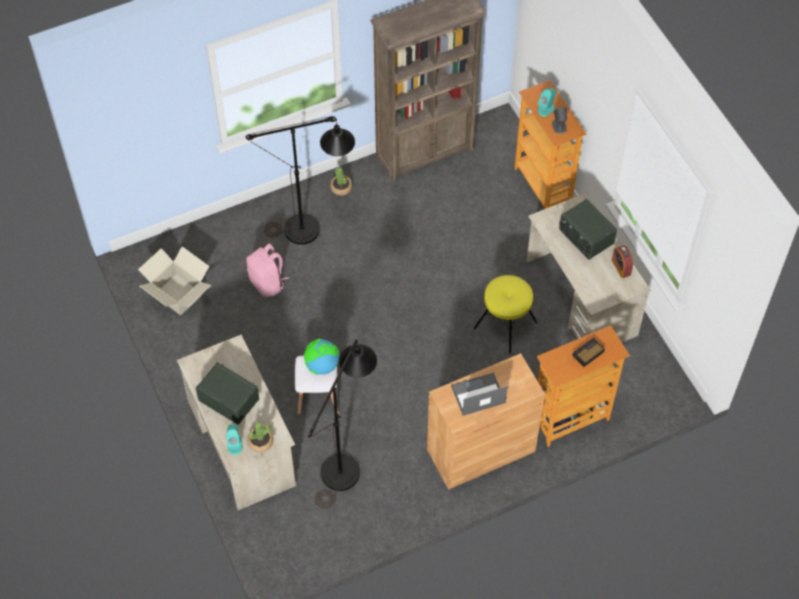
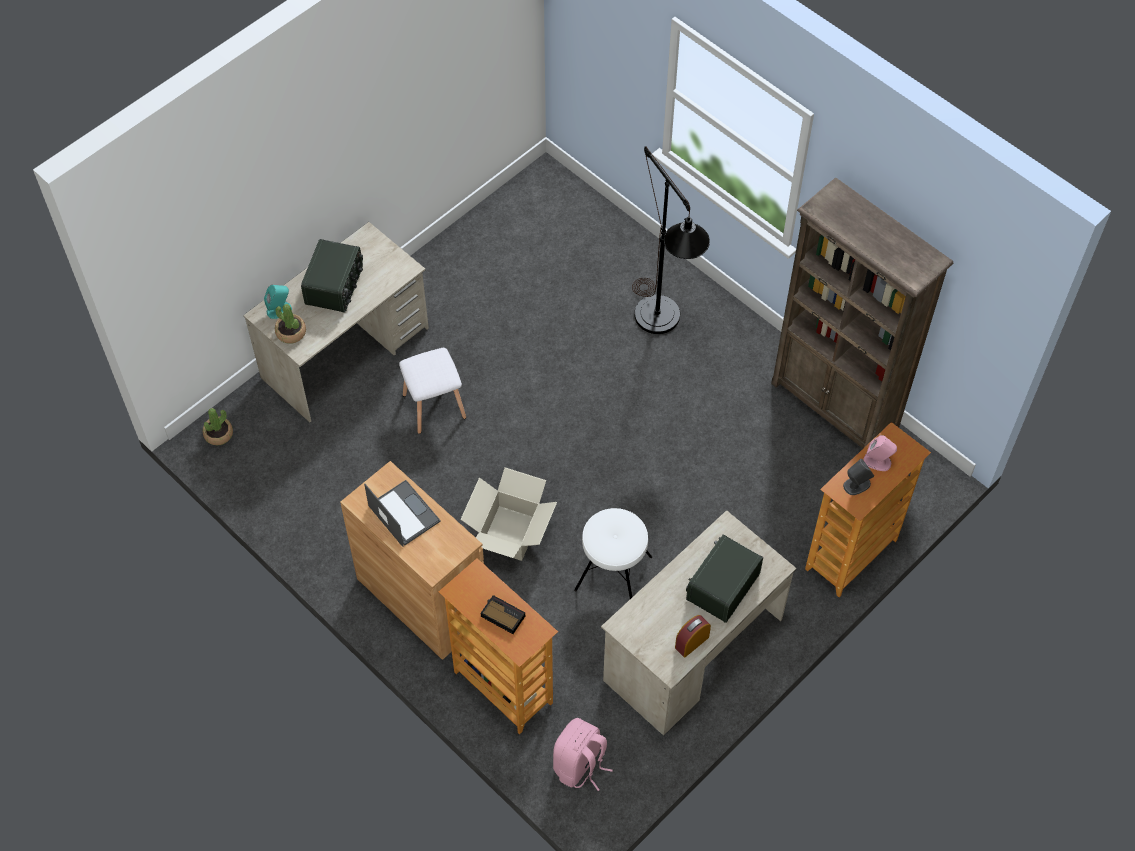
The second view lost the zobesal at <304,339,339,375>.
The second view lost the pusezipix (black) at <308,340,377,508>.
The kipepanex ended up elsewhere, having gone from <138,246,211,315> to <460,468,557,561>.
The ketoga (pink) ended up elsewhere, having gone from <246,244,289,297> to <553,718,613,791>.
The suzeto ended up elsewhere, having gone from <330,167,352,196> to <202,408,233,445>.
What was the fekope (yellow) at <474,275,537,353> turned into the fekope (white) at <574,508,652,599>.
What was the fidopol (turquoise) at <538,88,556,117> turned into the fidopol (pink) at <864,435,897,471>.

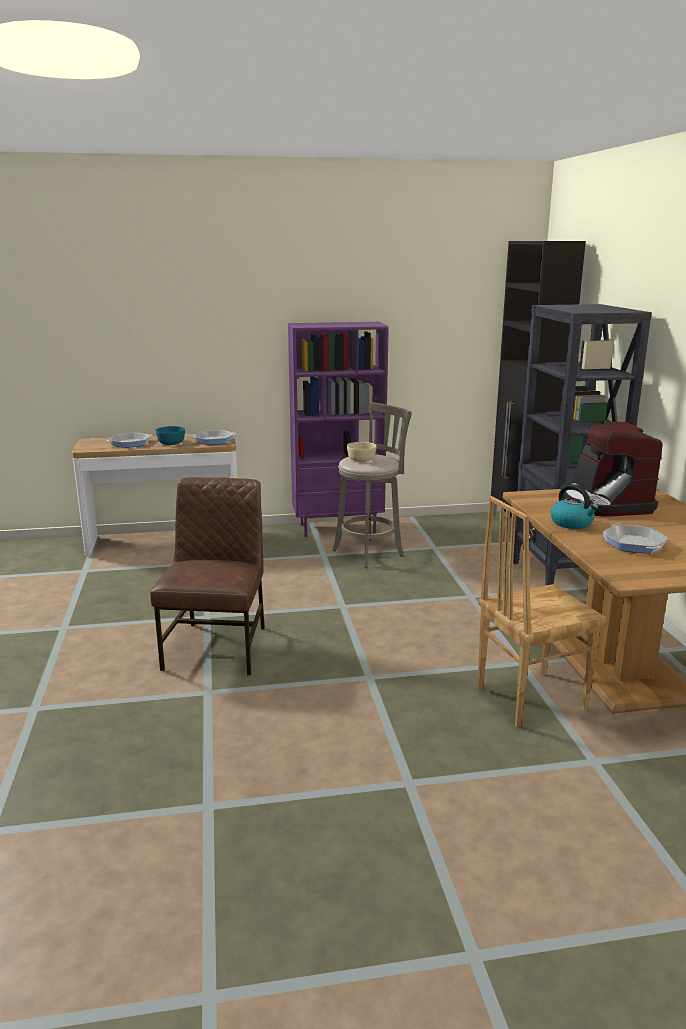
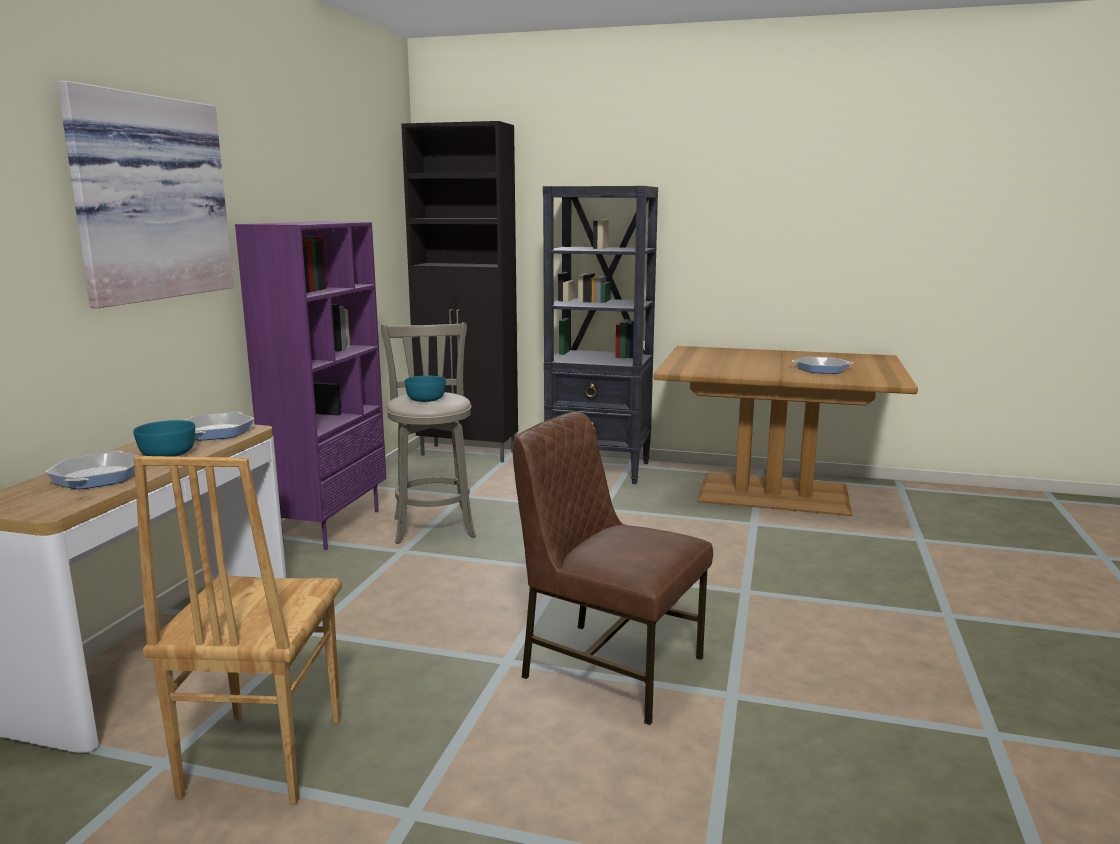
The second view lost the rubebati at <551,484,599,529>.
The second view lost the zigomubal at <560,421,663,517>.
The second view gained the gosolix at <57,81,234,308>.
The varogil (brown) ended up elsewhere, having gone from <477,496,609,727> to <133,456,342,805>.
What was the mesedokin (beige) at <347,442,377,462> turned into the mesedokin (turquoise) at <404,376,446,402>.

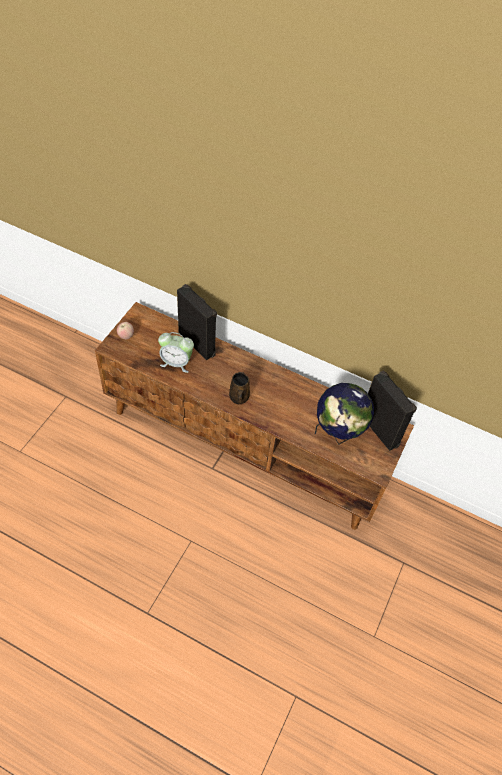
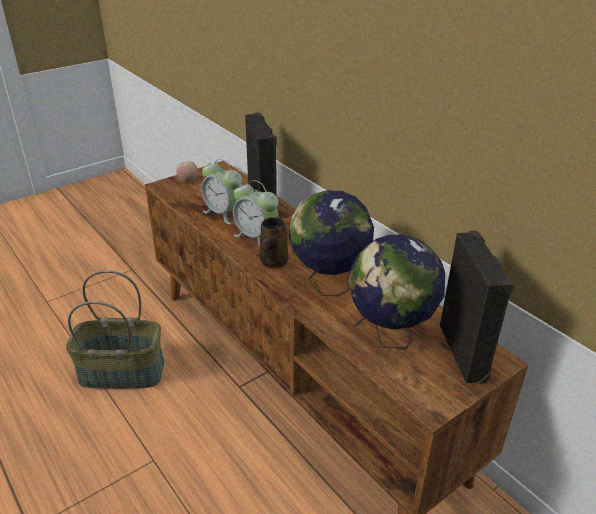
The second view gained the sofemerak at <66,270,165,389>.
The second view gained the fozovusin at <233,180,278,247>.
The second view gained the zobesal at <289,190,374,296>.

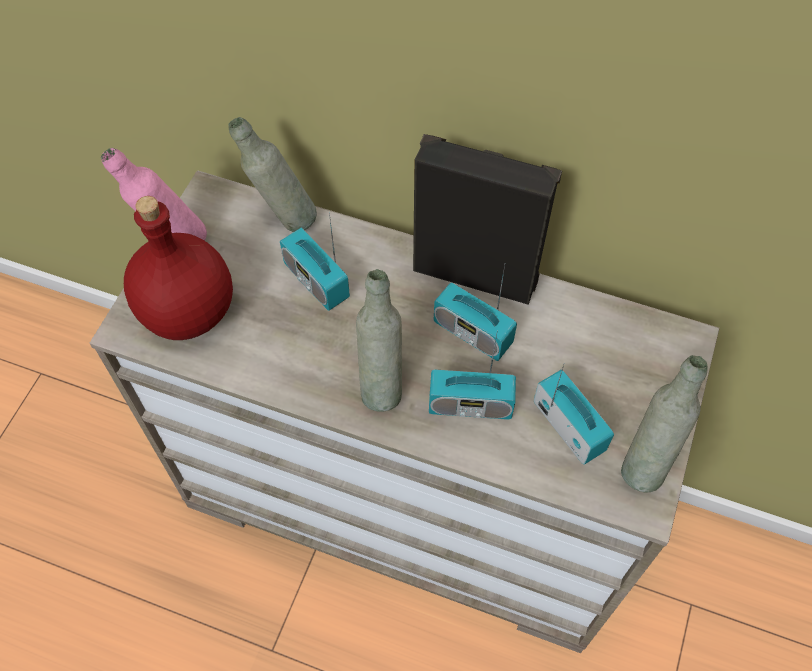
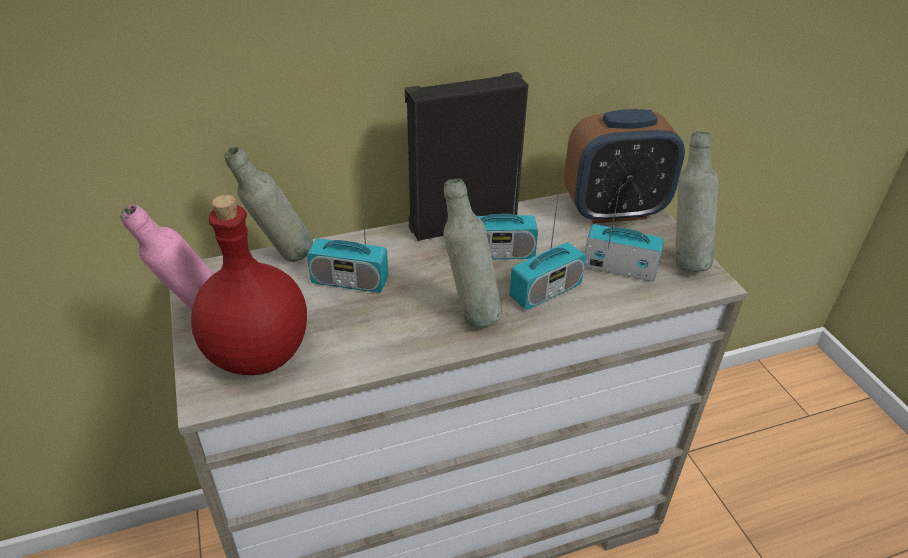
The second view gained the fozovusin at <564,109,685,224>.

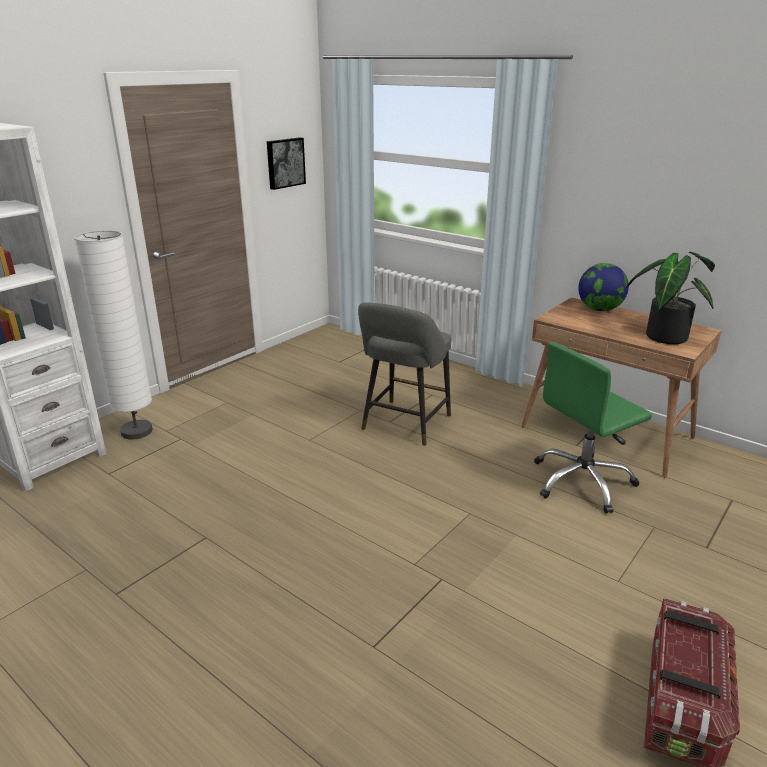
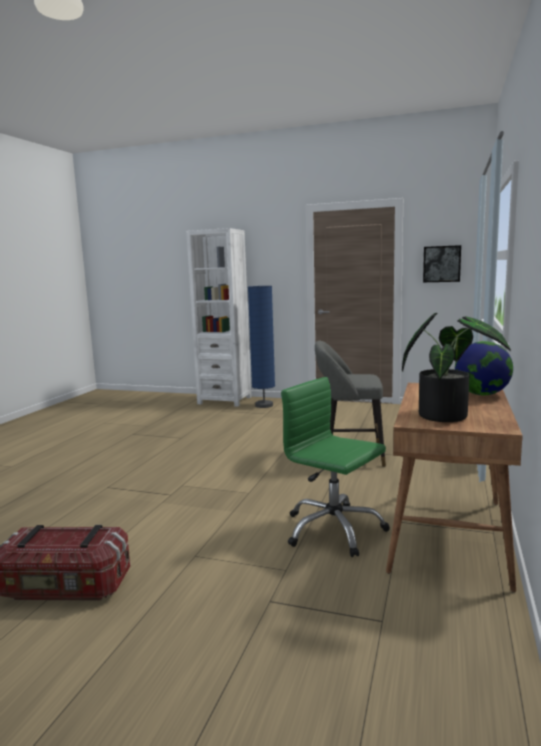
What was the pusezipix (white) at <74,230,152,440> turned into the pusezipix (blue) at <248,286,275,408>.

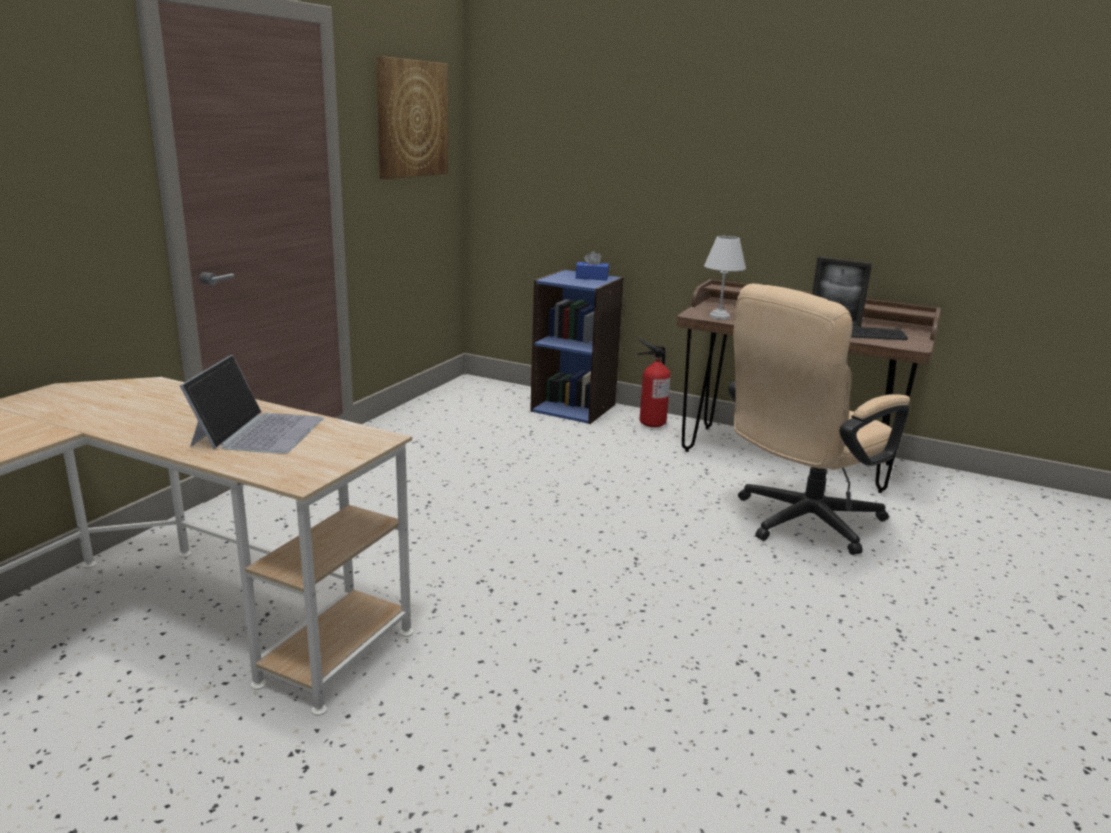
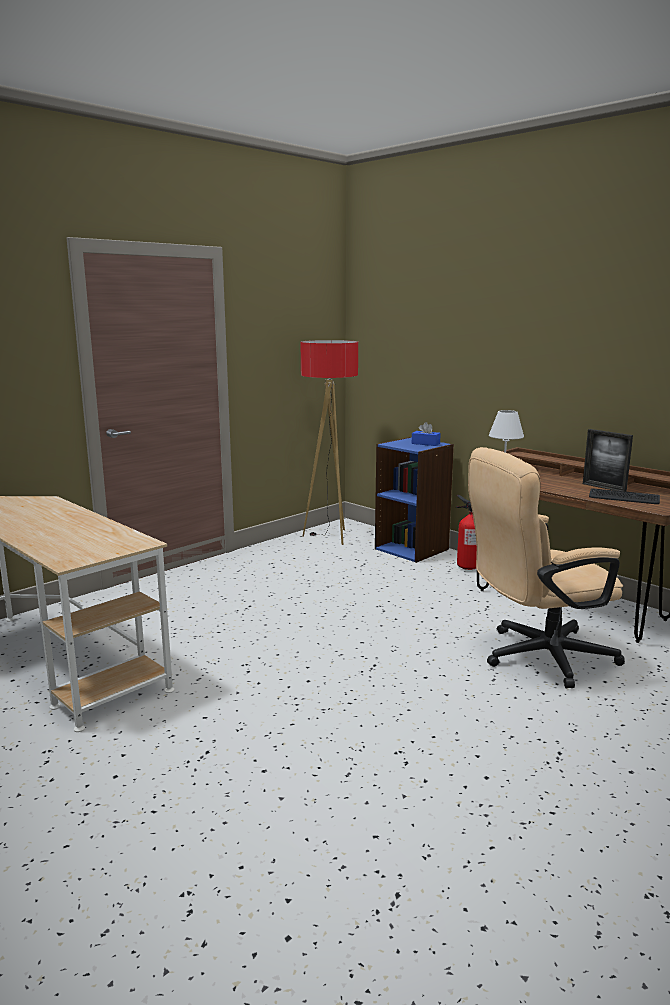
The second view lost the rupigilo at <180,354,324,454>.
The second view lost the gosolix at <376,56,448,179>.
The second view gained the pusezipix at <300,340,358,545>.

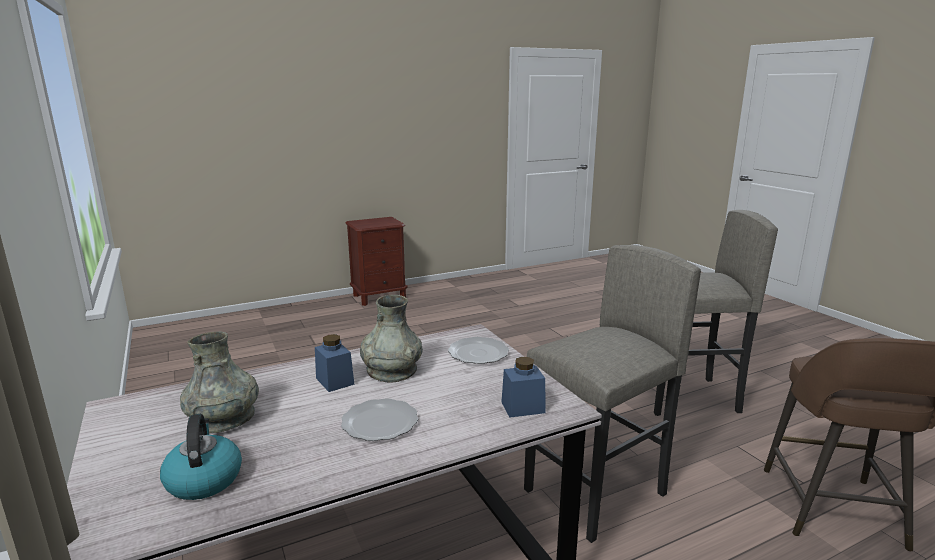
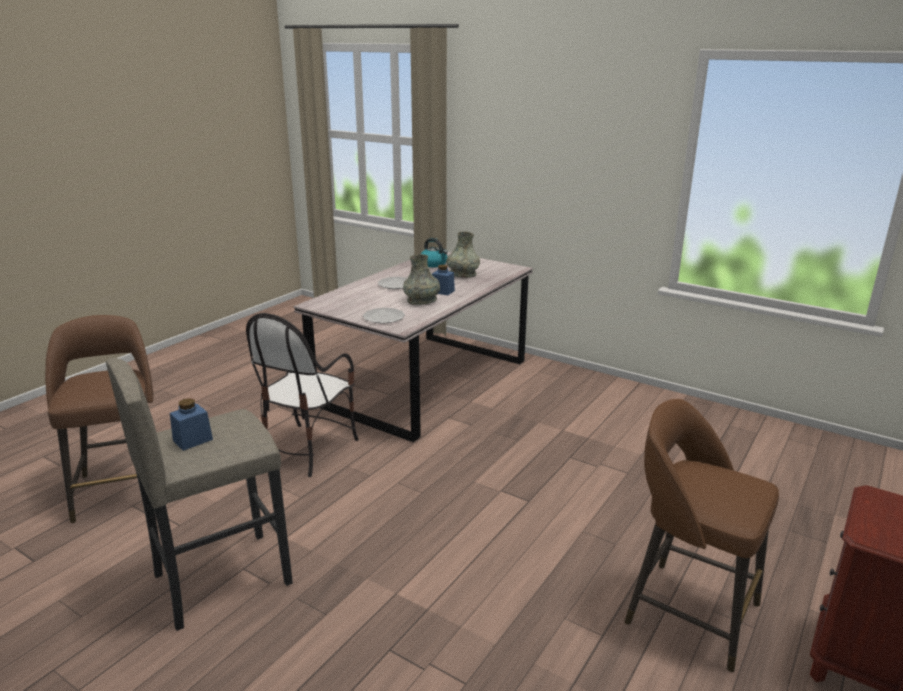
The second view gained the fekope (brown) at <624,399,779,672>.
The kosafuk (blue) ended up elsewhere, having gone from <501,357,545,418> to <170,398,213,451>.
Where the fekope (grey) stood at <524,245,701,543>, the varogil came to stand at <246,313,359,477>.

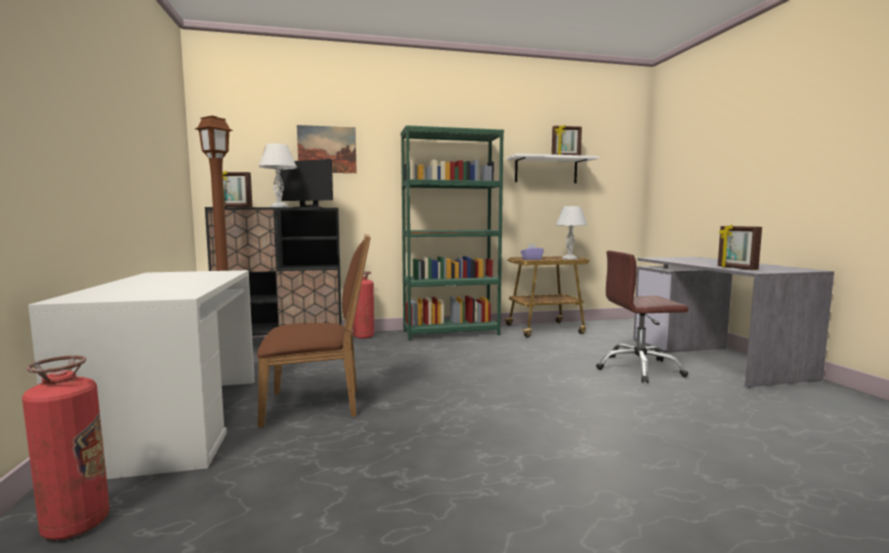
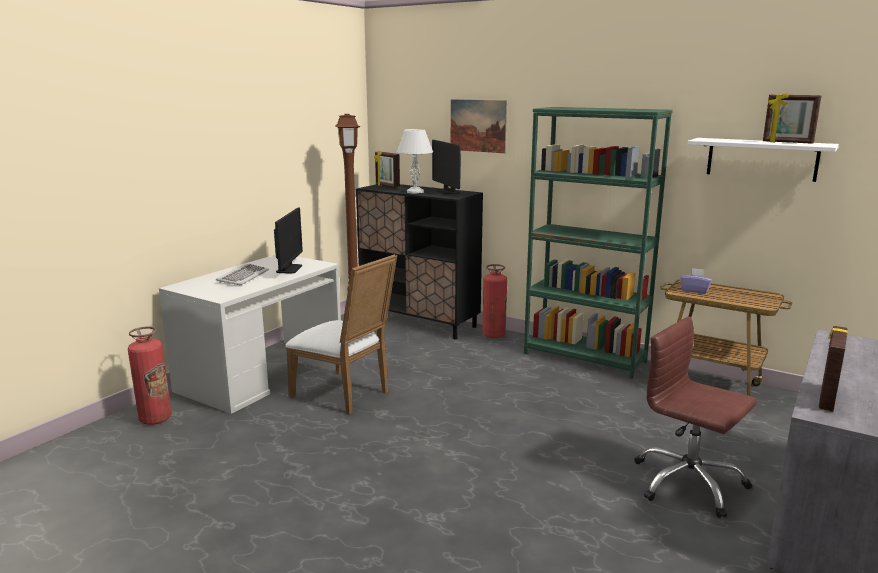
The second view lost the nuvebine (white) at <556,206,588,260>.
The second view gained the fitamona at <216,264,269,285>.
The second view gained the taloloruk at <274,208,303,273>.
What was the varogil (brown) at <257,234,371,428> turned into the varogil (white) at <286,254,397,415>.

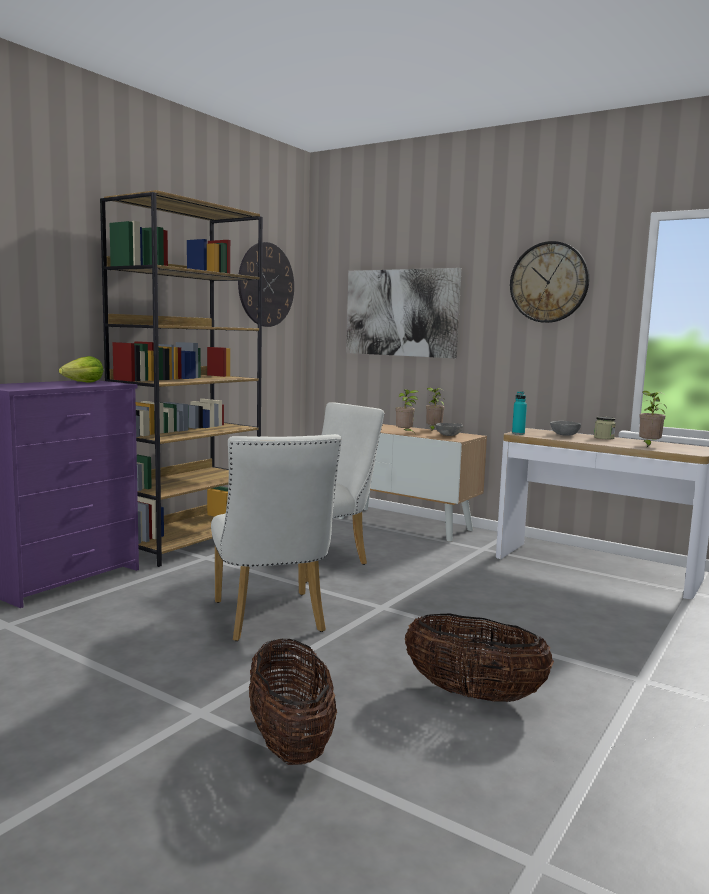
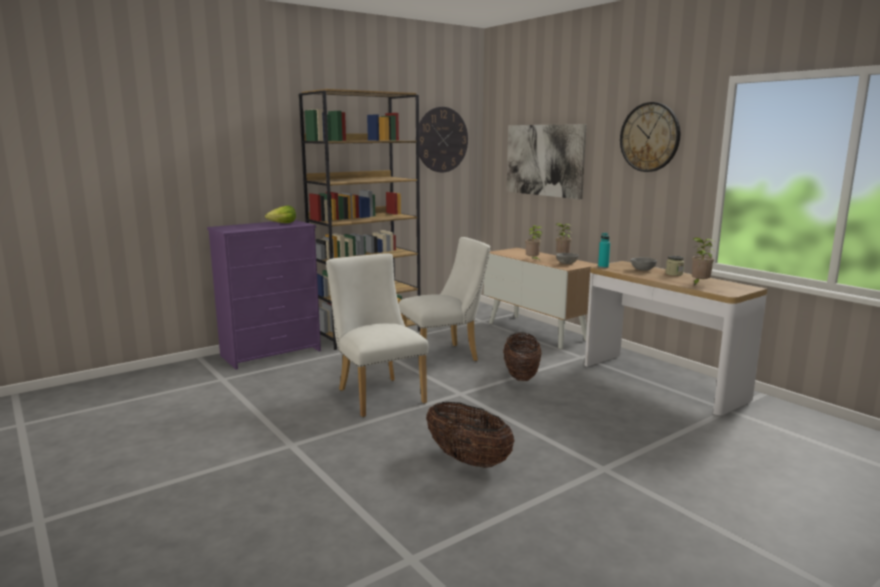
The sofemerak ended up elsewhere, having gone from <249,638,337,765> to <503,332,541,381>.
The varogil (white) at <211,434,341,641> ended up facing another way, 150 degrees clockwise from before.

